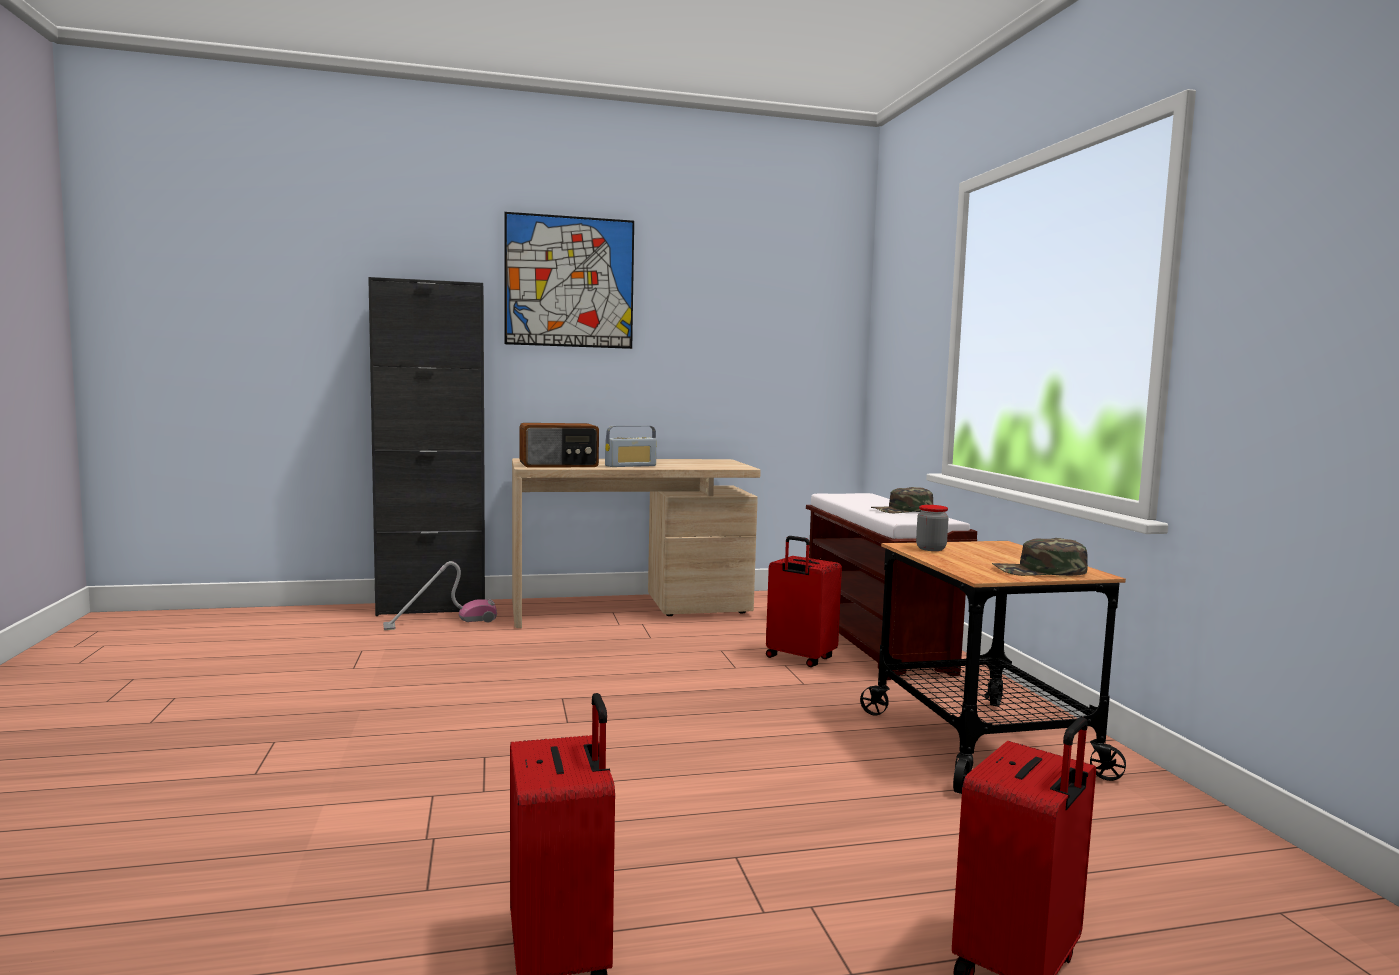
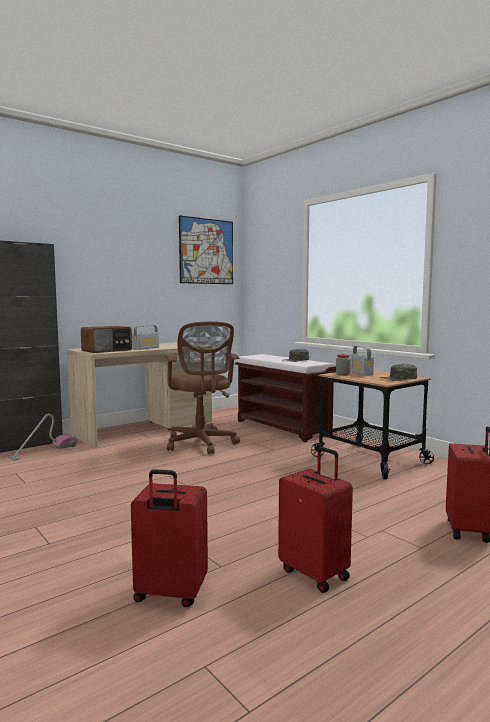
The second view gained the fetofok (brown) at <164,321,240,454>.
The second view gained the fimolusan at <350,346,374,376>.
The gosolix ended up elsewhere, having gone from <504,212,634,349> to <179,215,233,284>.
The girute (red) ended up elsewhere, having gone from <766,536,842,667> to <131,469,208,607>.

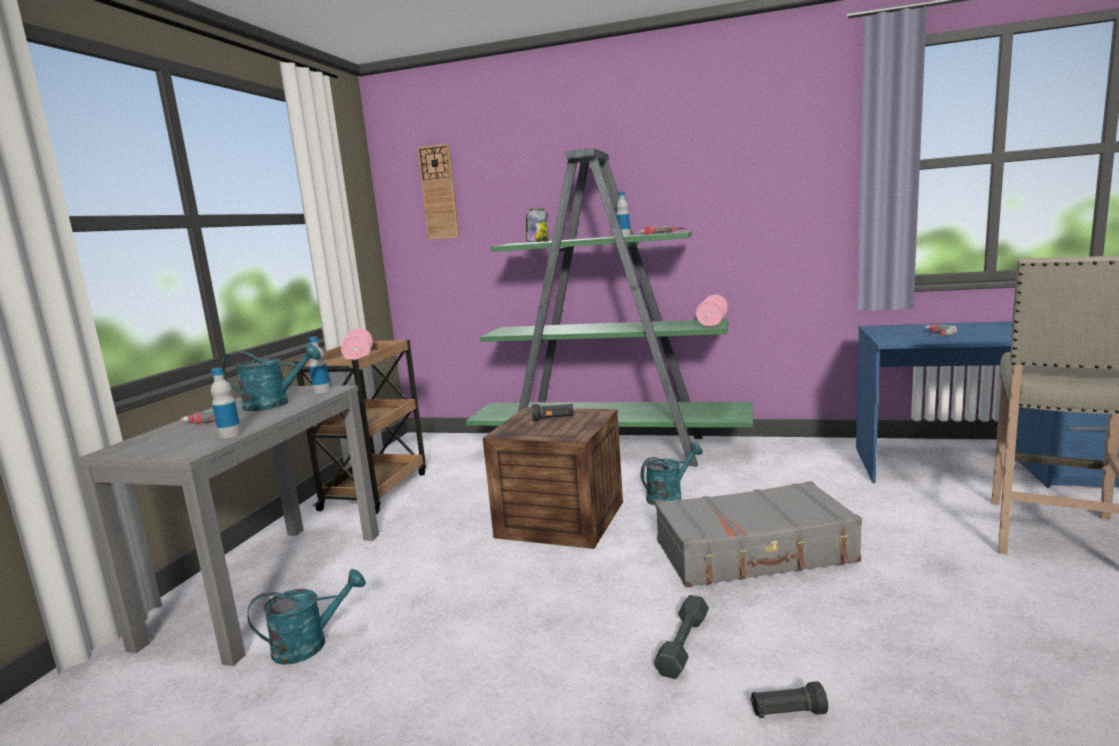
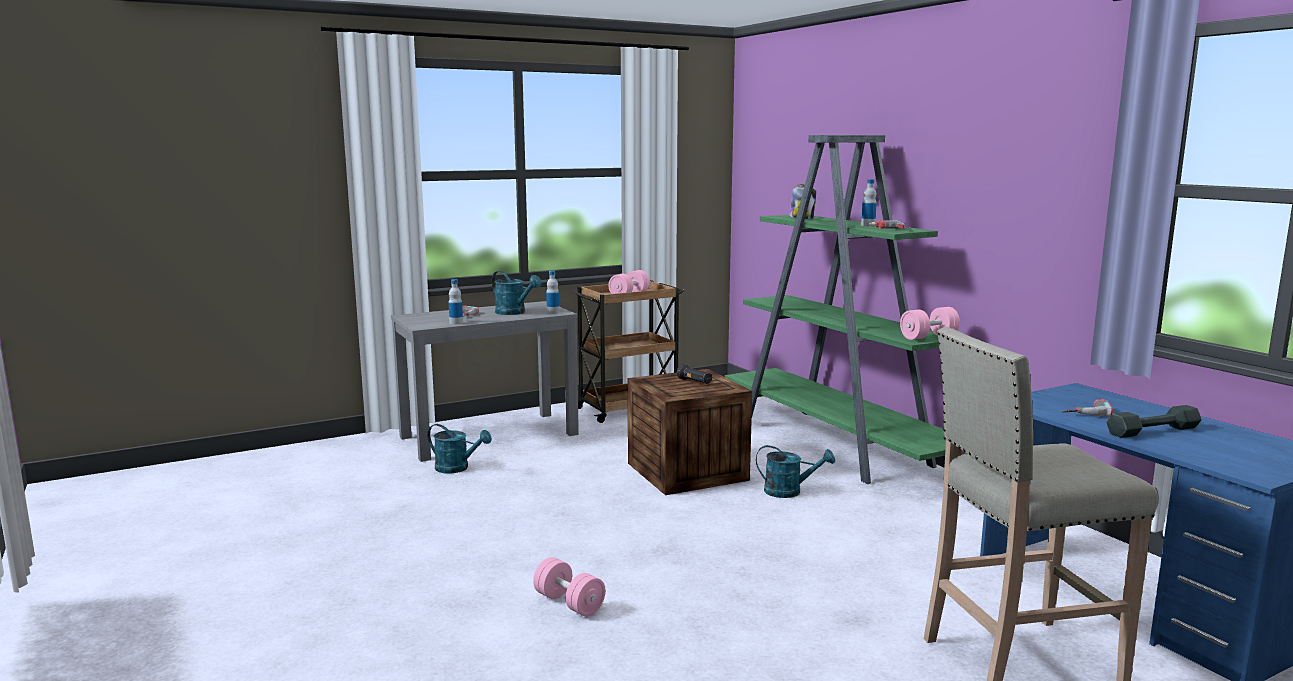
The second view lost the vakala at <417,144,459,240>.
The second view lost the girute (grey) at <655,481,862,587>.
The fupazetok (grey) ended up elsewhere, having gone from <654,595,709,679> to <1106,405,1202,438>.
Where the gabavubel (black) stood at <750,681,828,718>, the fupazetok (pink) came to stand at <533,557,606,616>.

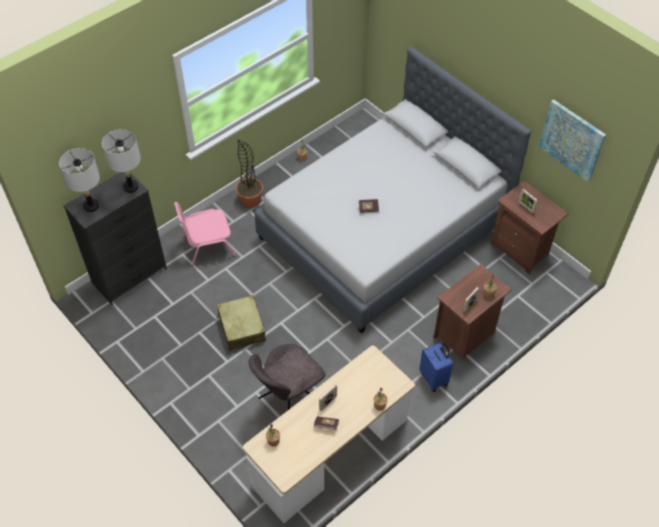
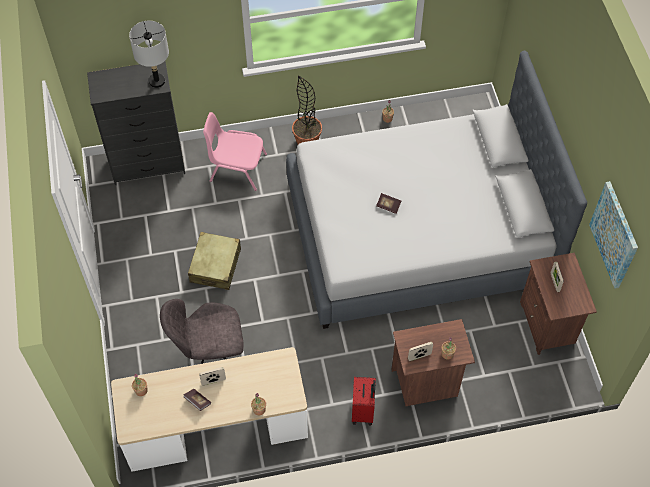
The second view lost the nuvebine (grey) at <59,148,100,212>.
What was the girute (blue) at <419,342,453,392> turned into the girute (red) at <352,377,376,426>.

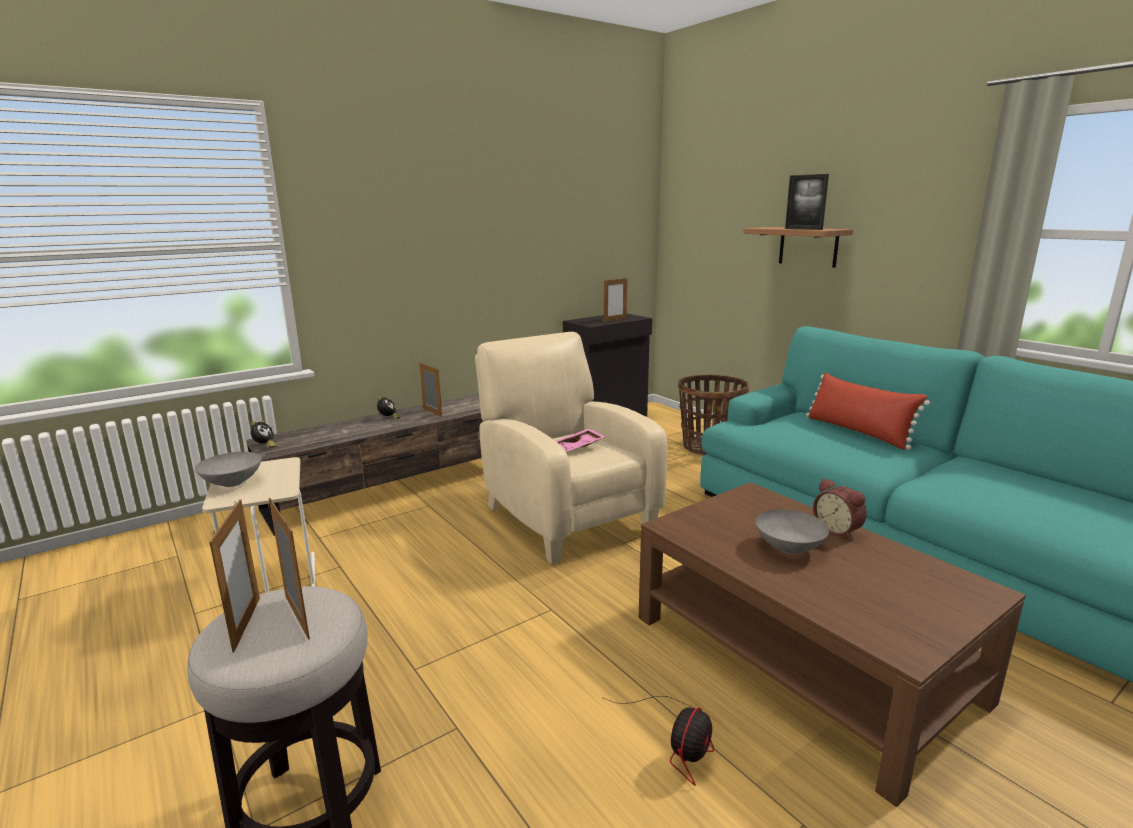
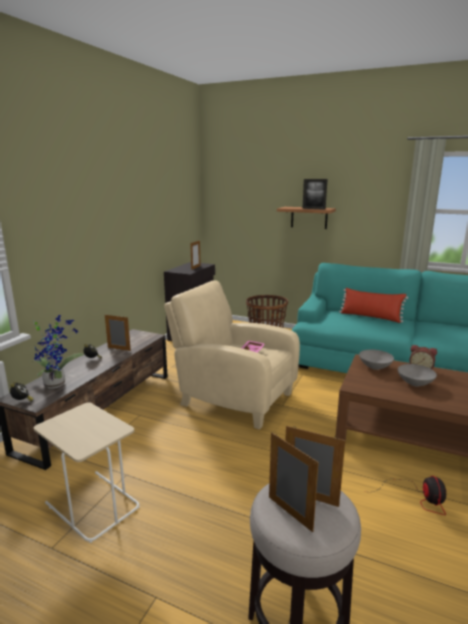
The second view gained the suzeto at <32,315,84,389>.
The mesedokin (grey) ended up elsewhere, having gone from <195,452,262,487> to <359,349,394,370>.

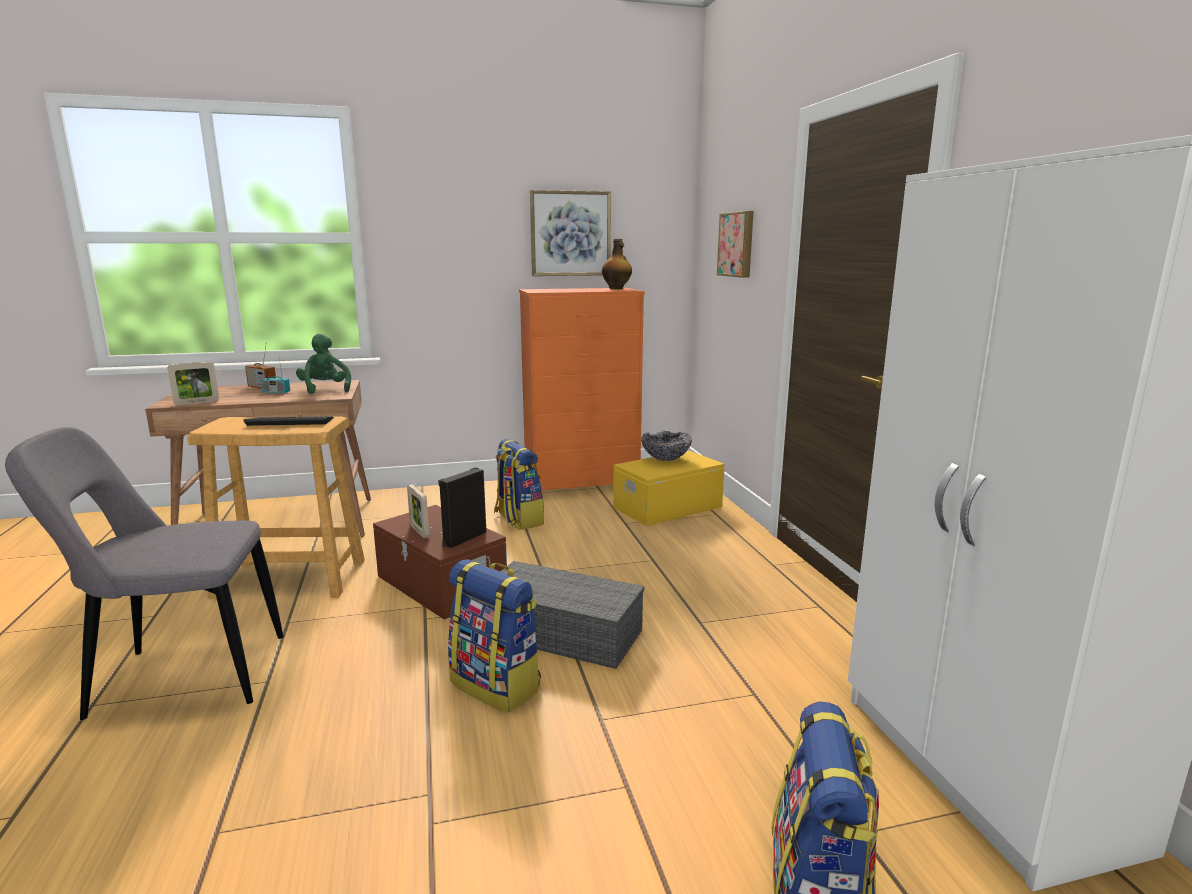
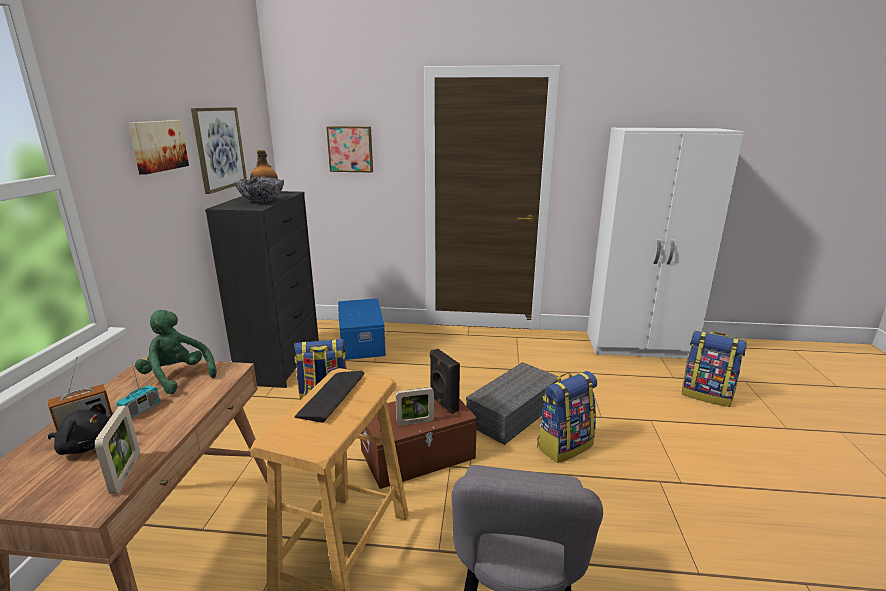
The second view gained the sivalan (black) at <48,403,109,455>.
The second view gained the gosolix at <128,120,189,175>.
The mesedokin ended up elsewhere, having gone from <641,431,692,461> to <235,177,284,202>.
What was the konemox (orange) at <519,288,645,490> turned into the konemox (black) at <205,191,319,388>.
What was the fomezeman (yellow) at <613,450,725,526> turned into the fomezeman (blue) at <337,298,386,360>.
The sivalan (green) at <296,333,351,394> ended up facing another way, 45 degrees clockwise from before.

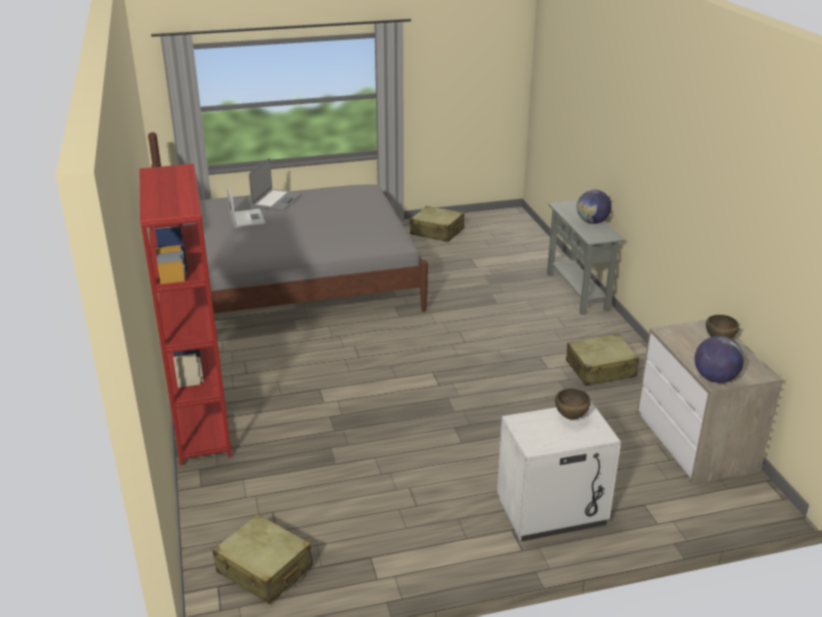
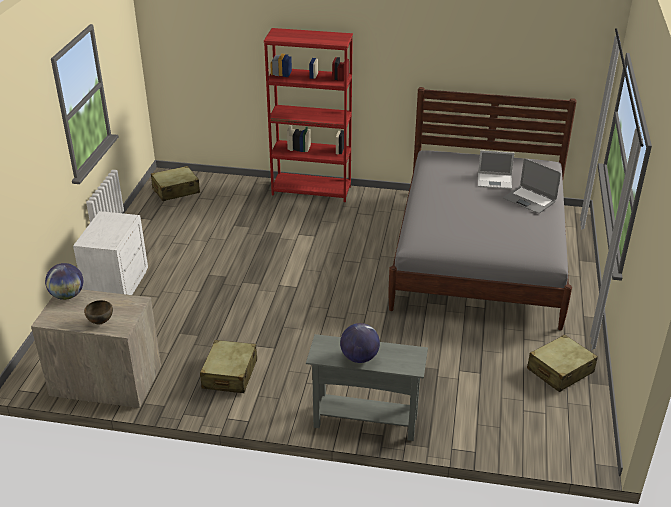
The second view lost the mesedokin (brown) at <555,389,590,420>.

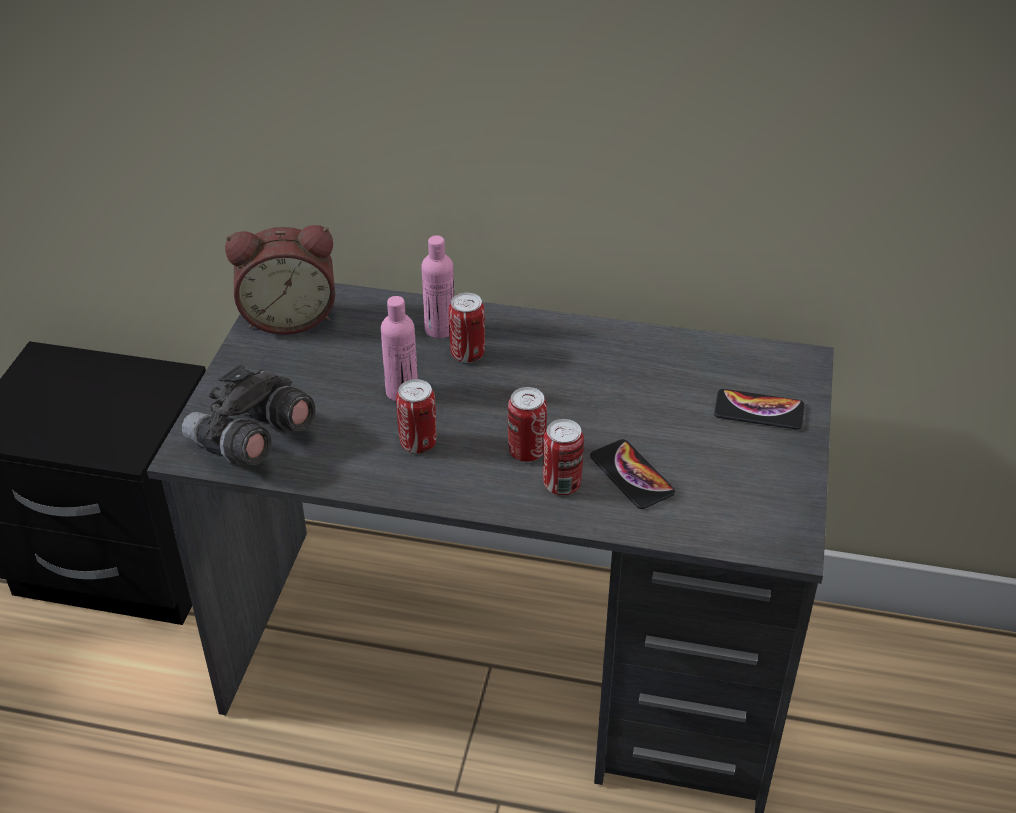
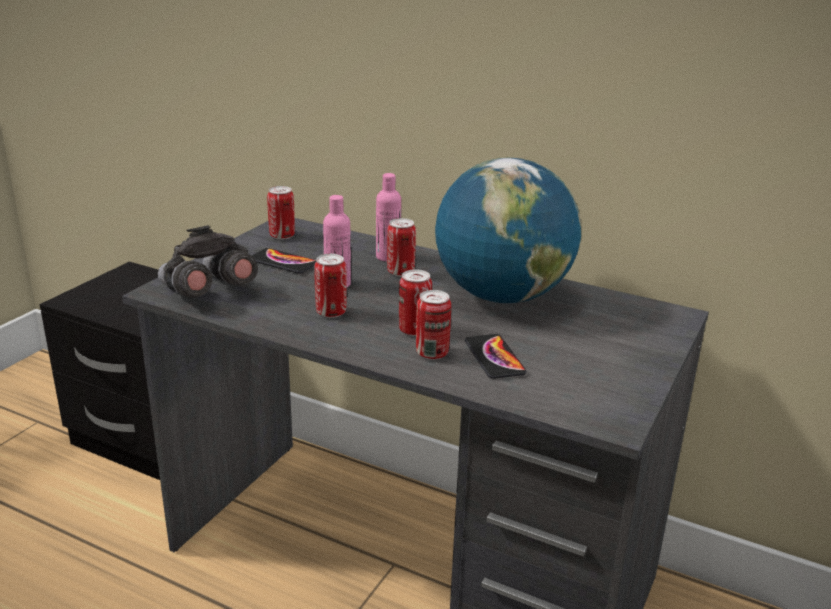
The second view gained the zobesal at <435,157,581,303>.
The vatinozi ended up elsewhere, having gone from <714,389,805,430> to <252,248,316,274>.
Where the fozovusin stood at <225,225,335,335>, the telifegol came to stand at <267,186,295,240>.

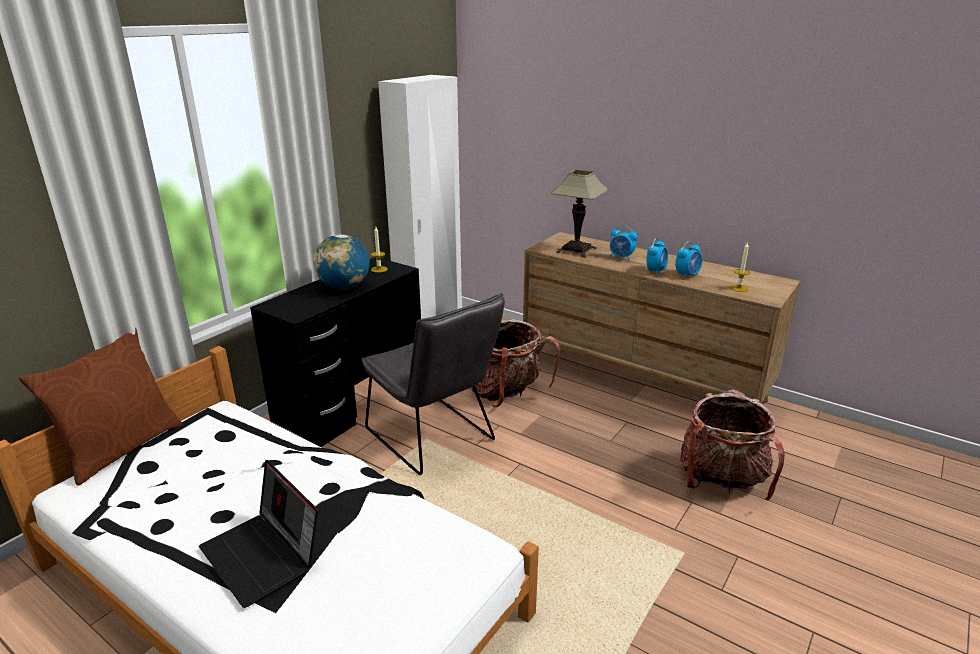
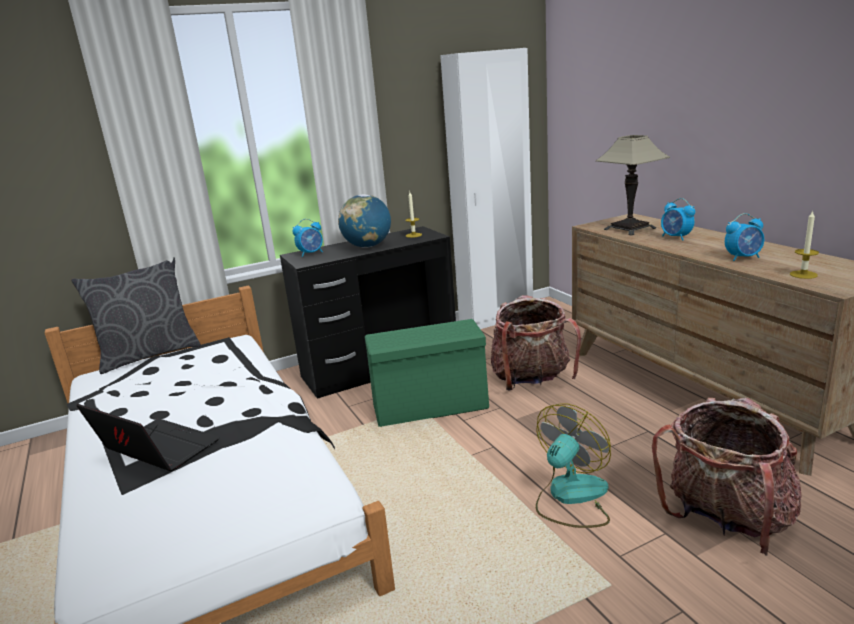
The second view gained the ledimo at <536,403,611,528>.
The fozovusin ended up elsewhere, having gone from <646,238,668,276> to <292,219,323,257>.
Where the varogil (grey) stood at <362,293,505,475>, the fomezeman (green) came to stand at <365,319,489,427>.
What was the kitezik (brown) at <19,328,182,486> turned into the kitezik (grey) at <71,257,201,374>.
The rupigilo at <199,460,318,608> ended up facing another way, 135 degrees clockwise from before.

